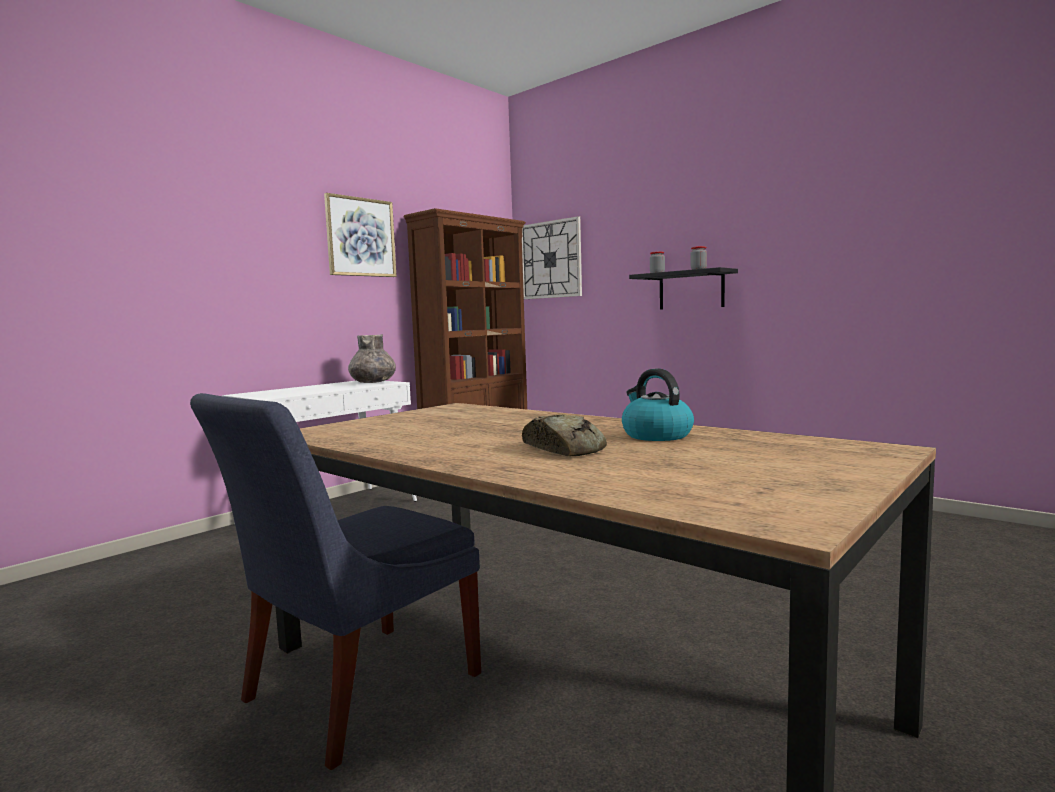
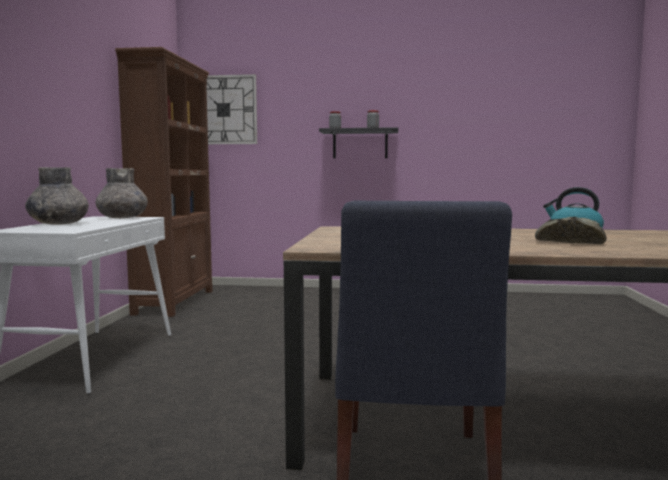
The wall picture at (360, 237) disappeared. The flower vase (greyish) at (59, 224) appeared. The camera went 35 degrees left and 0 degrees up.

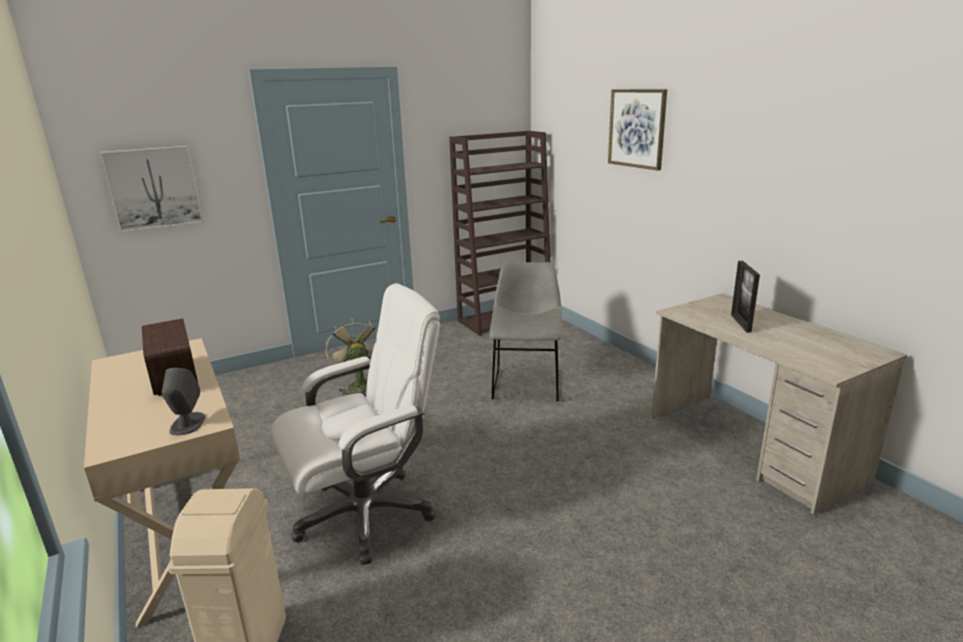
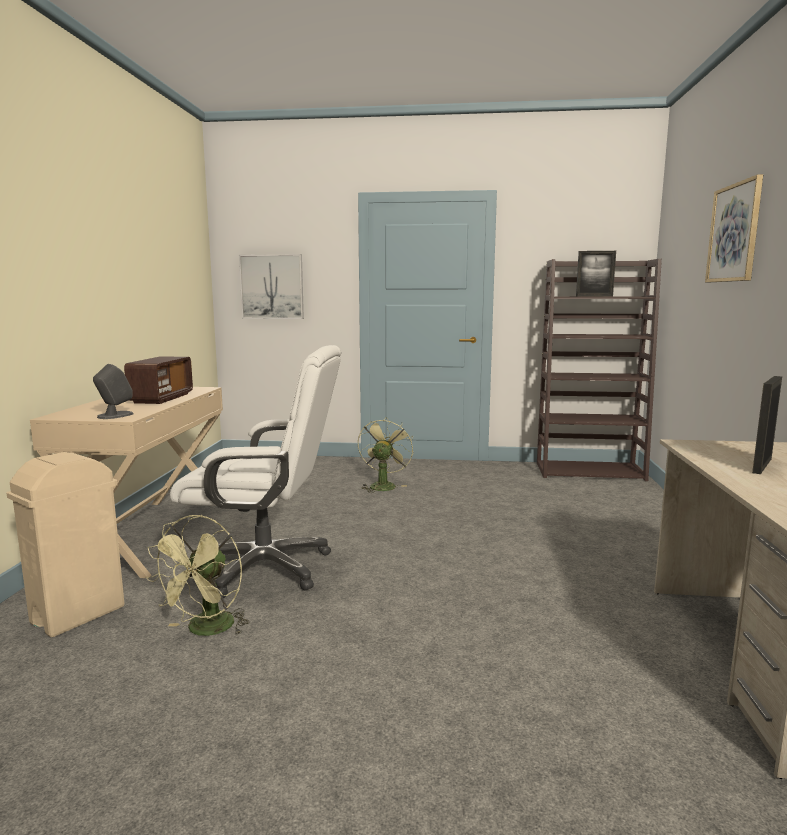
The upright chair (greyish) at (526, 383) disappeared. The electric fan (green-coloured) at (206, 630) appeared. The photo frame at (594, 296) appeared. The camera went 35 degrees right and 10 degrees down.

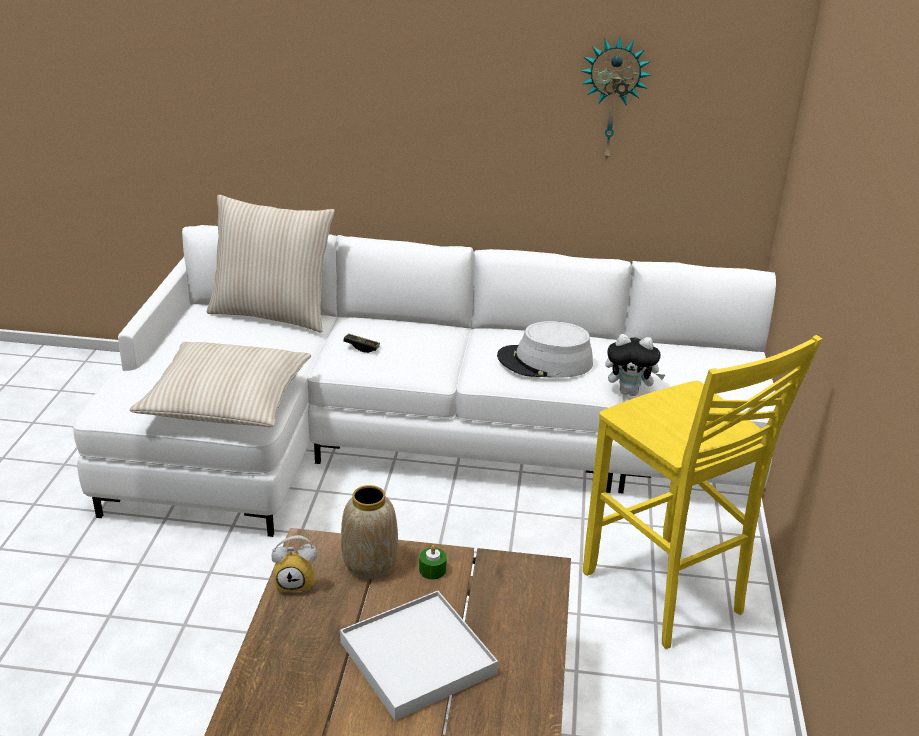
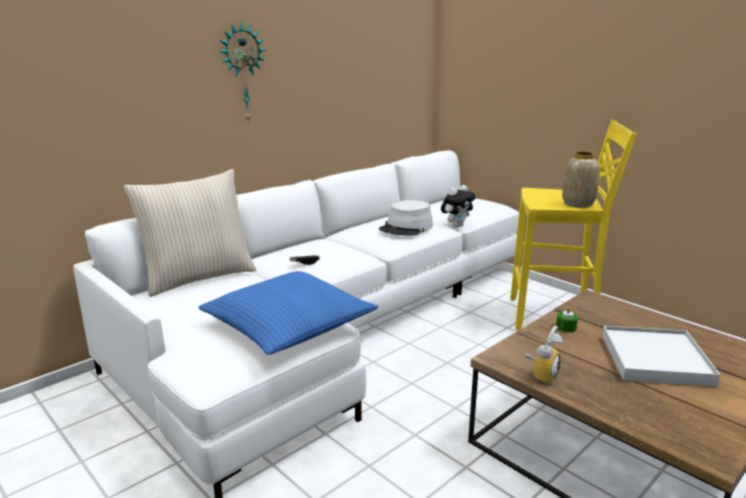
The throw pillow (sand-coloured) at (226, 400) became the throw pillow (blue) at (288, 325). The flower vase moved from (370, 564) to (577, 204). The wall clock moved from (612, 99) to (242, 73). The camera went 50 degrees left and 10 degrees down.

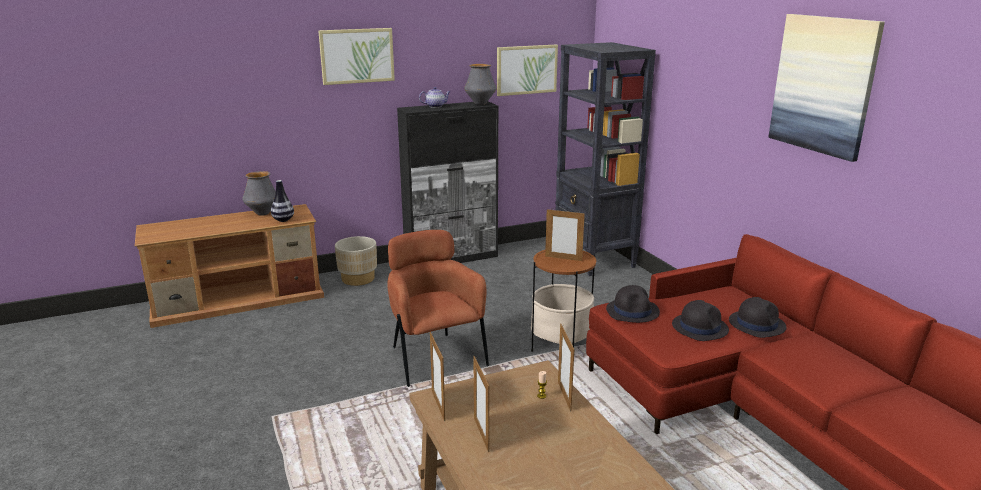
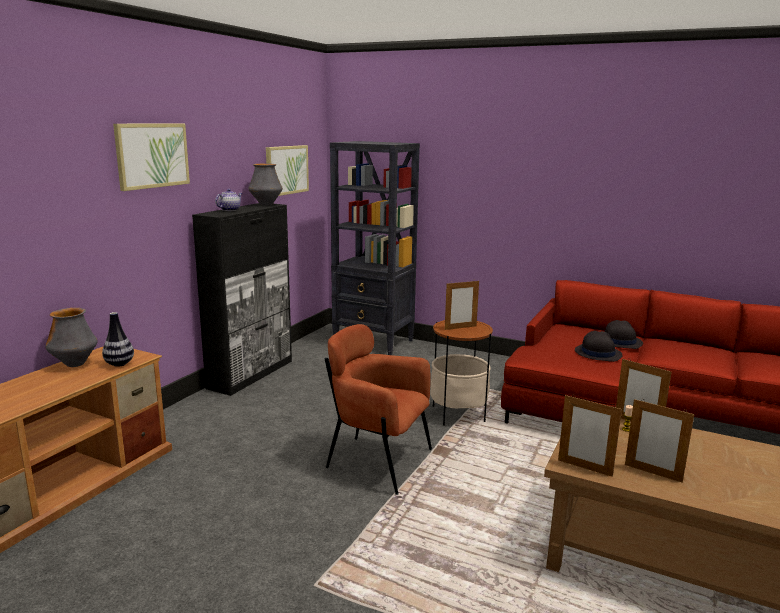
The flower pot (sand-coloured) at (358, 279) disappeared. The wearable hat (black) at (632, 311) disappeared. The wall picture at (823, 85) disappeared. The camera went 40 degrees left and 5 degrees down.

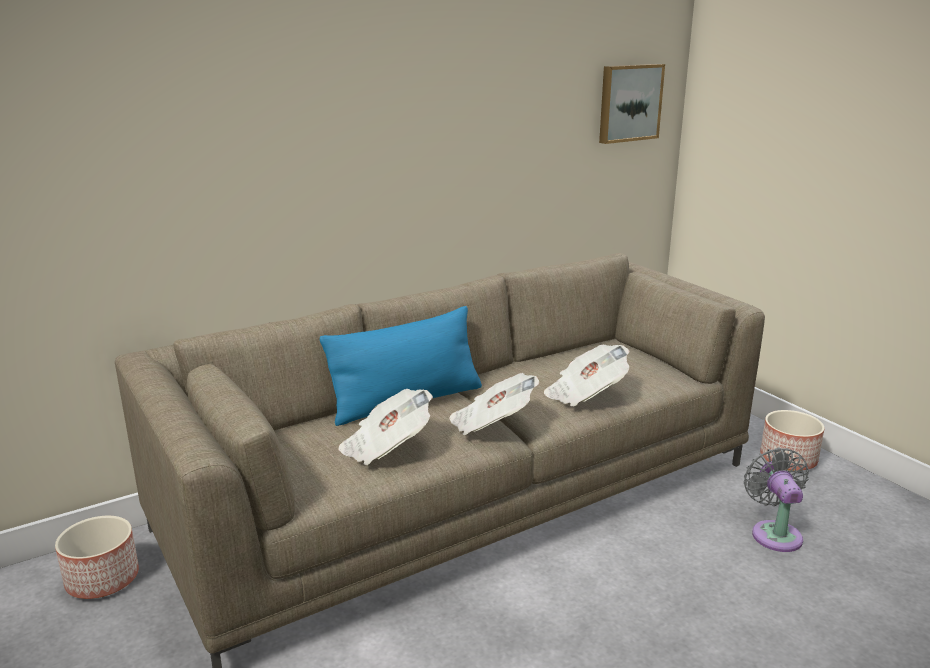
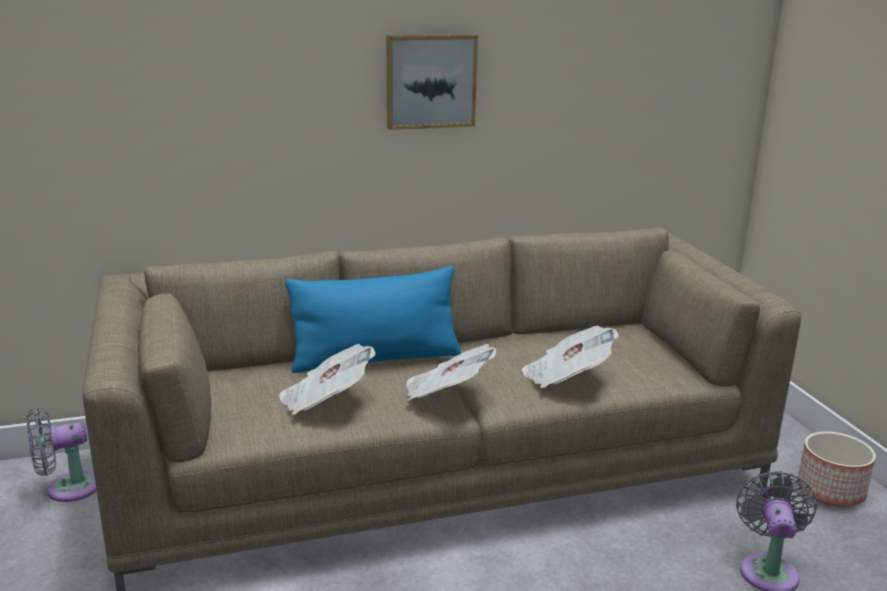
The flower pot at (103, 580) was replaced by the electric fan (greyish) at (67, 488). The wall picture moved from (629, 103) to (430, 81). The camera went 15 degrees right and 0 degrees up.

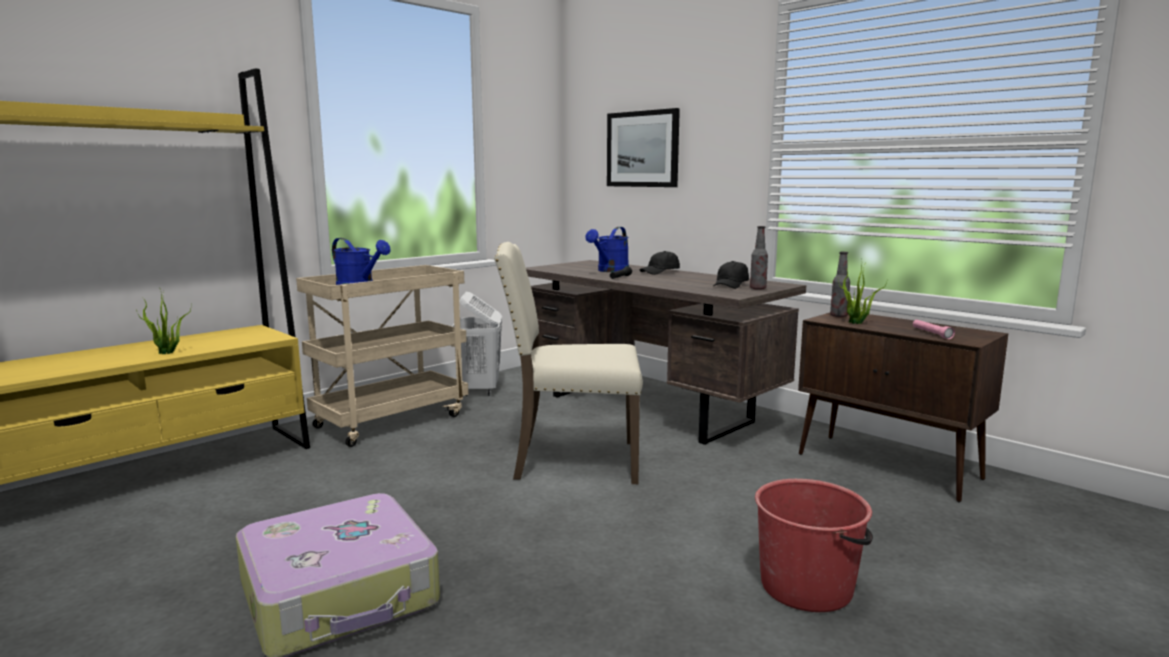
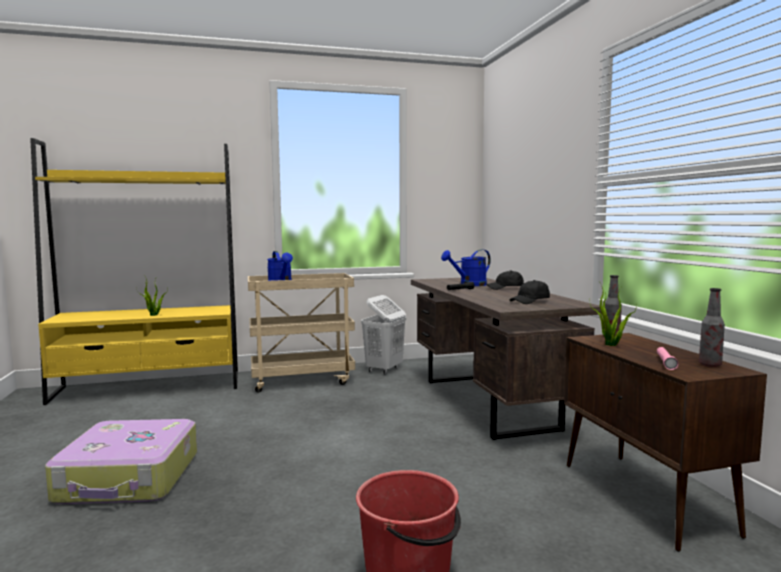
The upright chair (sand-coloured) at (573, 461) disappeared. The wall picture at (642, 149) disappeared. The beverage bottle moved from (758, 288) to (710, 365). The camera went 30 degrees right and 5 degrees down.

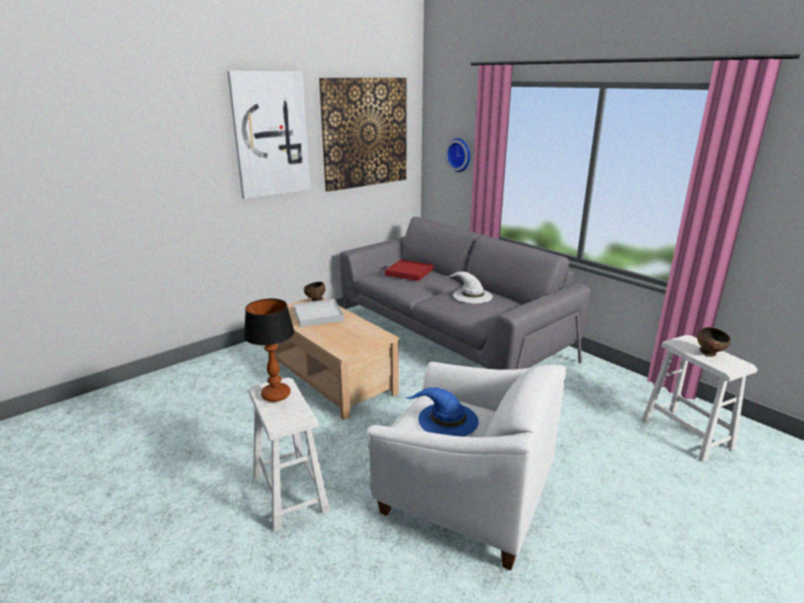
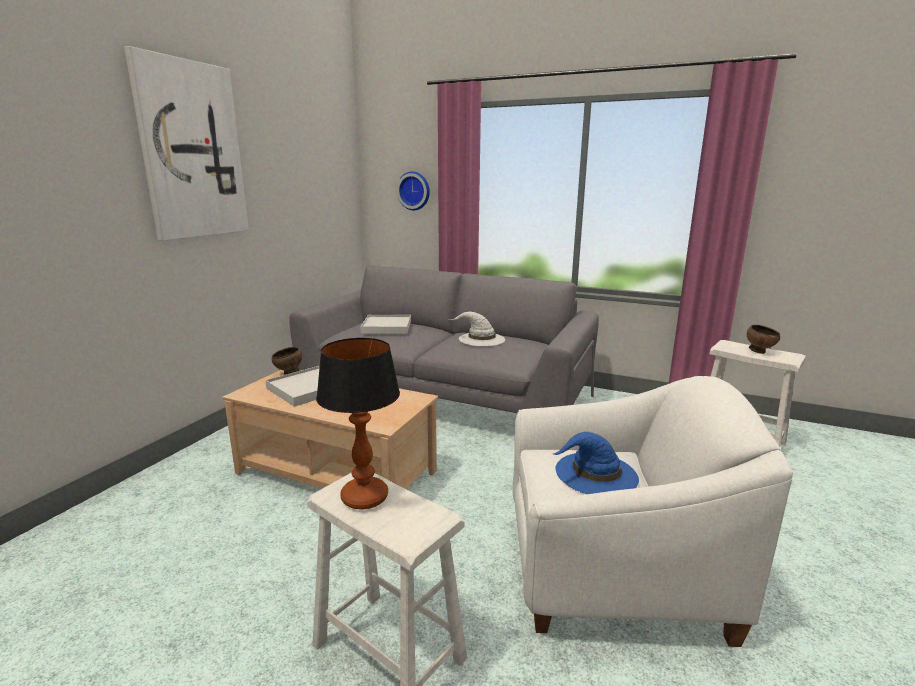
The wall picture at (365, 133) disappeared. The tray (red) at (409, 272) became the tray (whitish) at (387, 327). The camera went 25 degrees left and 5 degrees down.

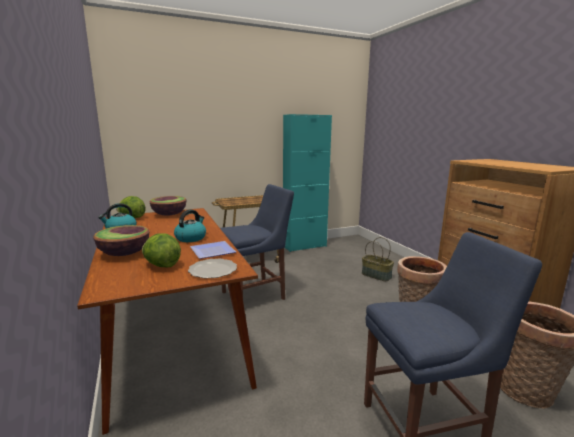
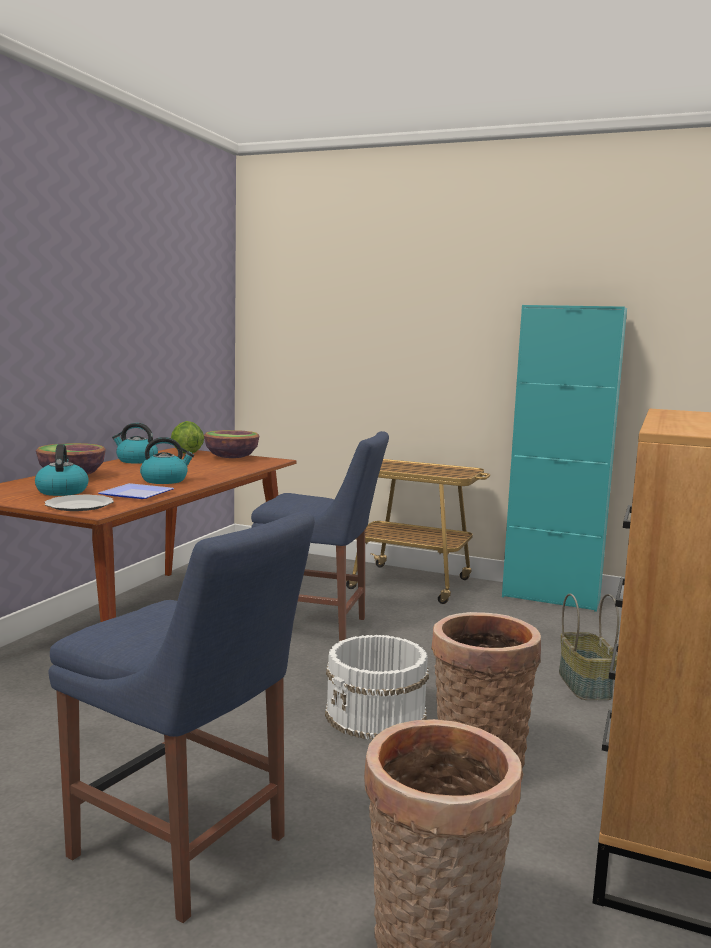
The lettuce head at (162, 265) was replaced by the kettle at (62, 491). The water bucket (whitish) at (376, 714) appeared. The camera went 45 degrees right and 5 degrees down.

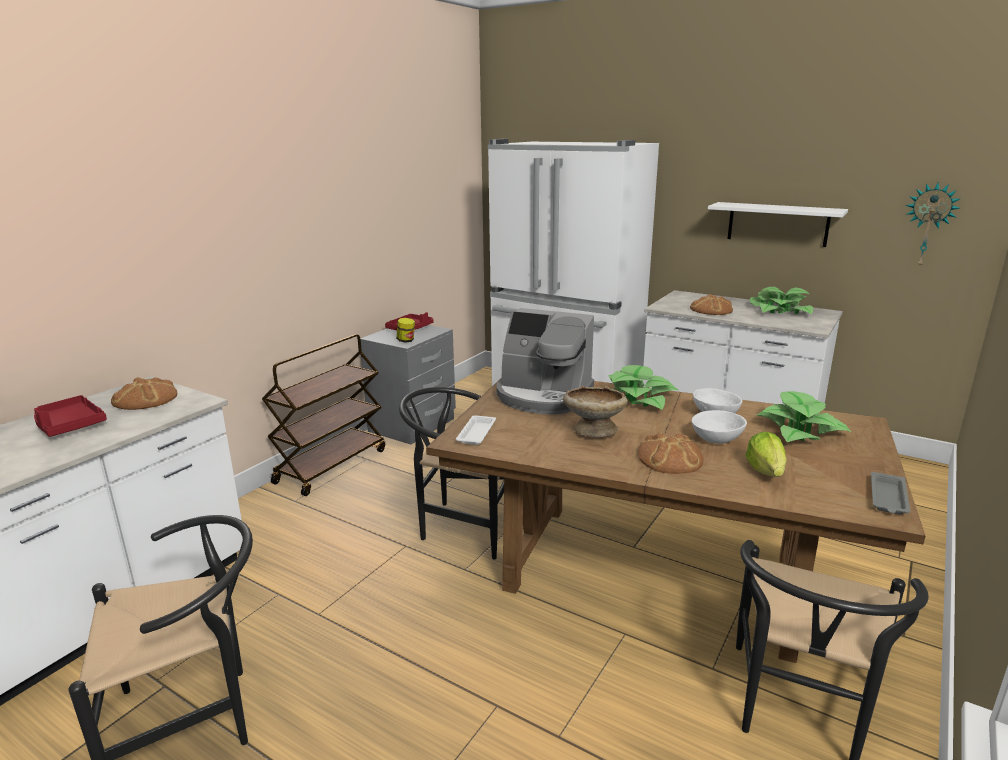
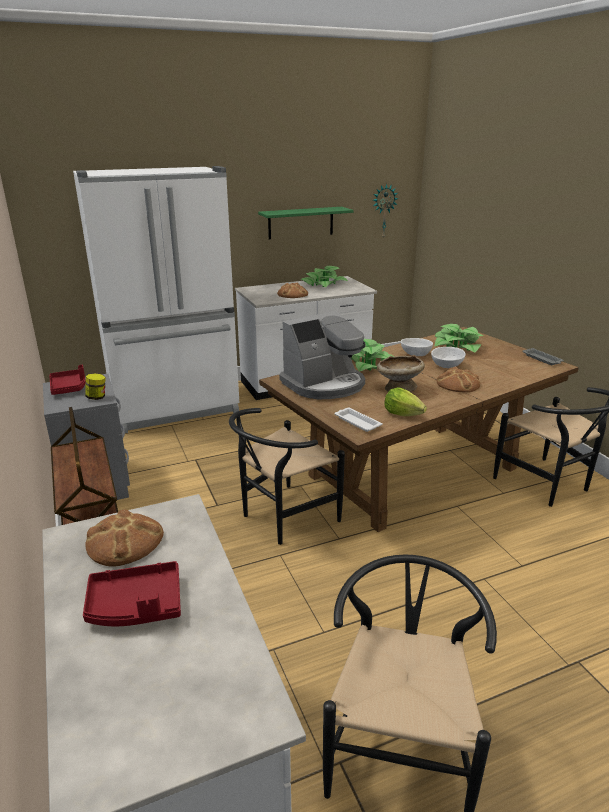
The wall shelf (whitish) at (777, 224) became the wall shelf (green-coloured) at (301, 223). The lettuce head moved from (766, 471) to (402, 414). The camera went 55 degrees left and 5 degrees up.

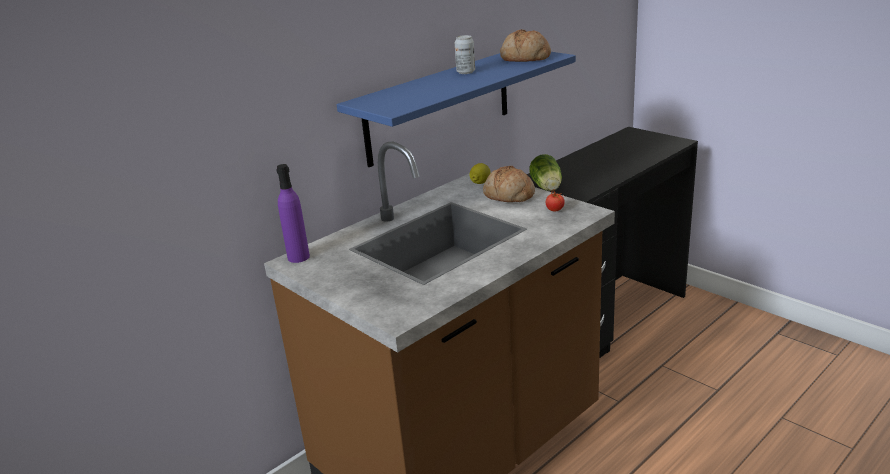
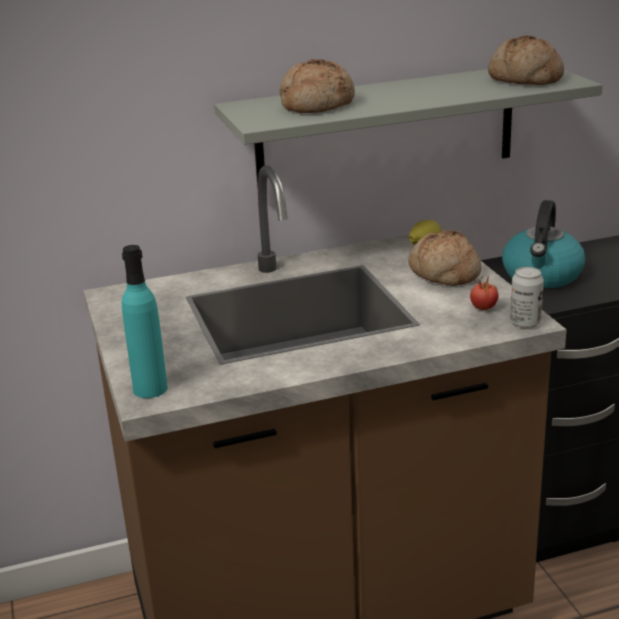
The beverage bottle (purple-coloured) at (298, 257) disappeared. The wall shelf (blue) at (439, 106) became the wall shelf (greyish) at (387, 129). The metal can moved from (466, 72) to (525, 323). The lettuce head at (547, 188) was replaced by the kettle at (542, 276). The beverage bottle (turquoise) at (150, 389) appeared. The bread at (316, 104) appeared. The camera went 25 degrees right and 0 degrees up.

